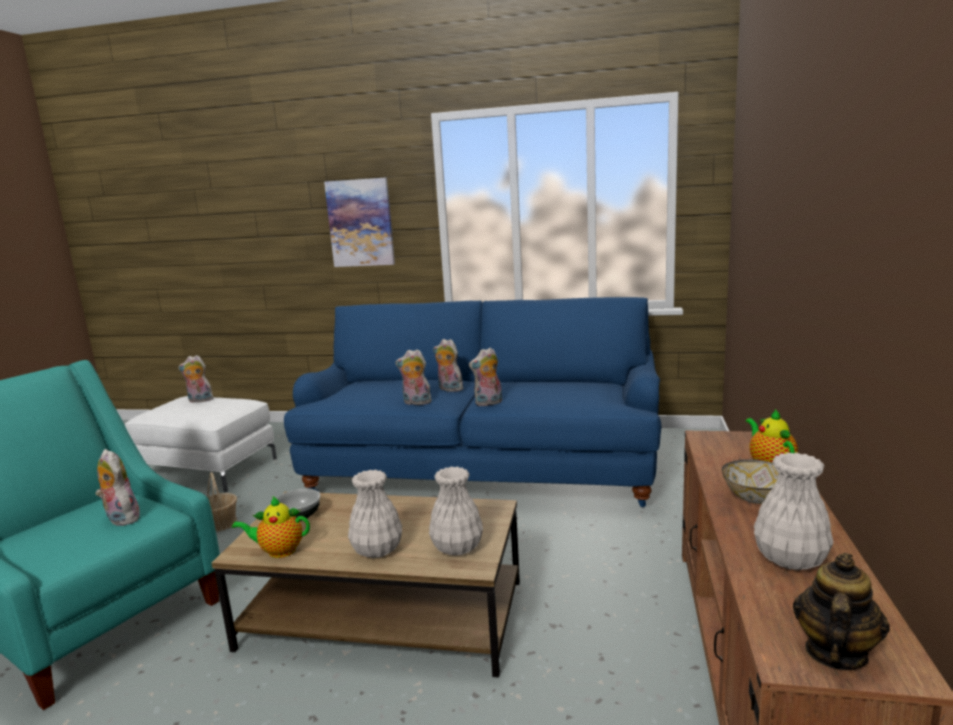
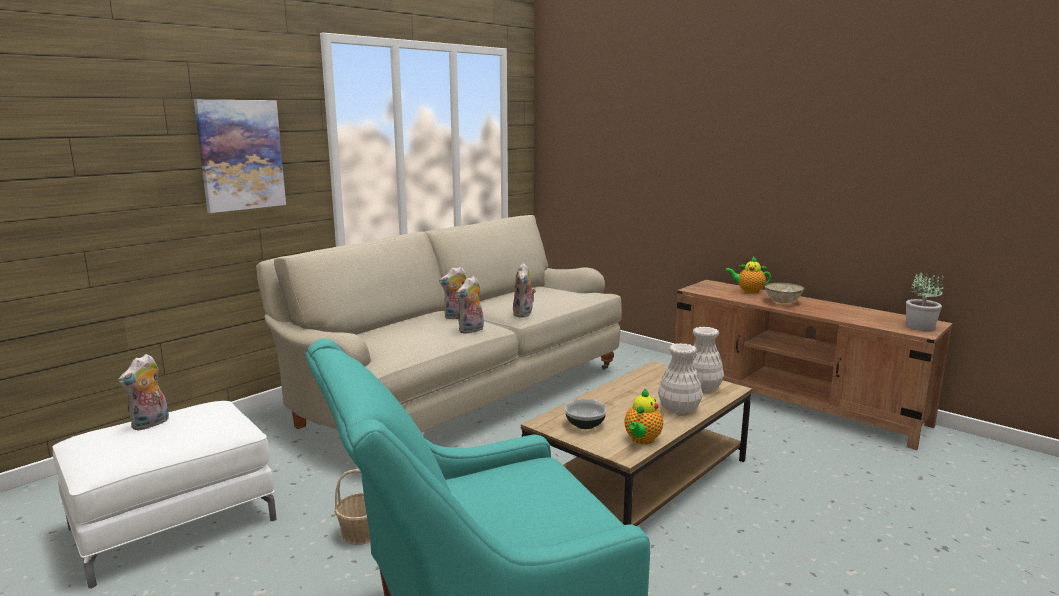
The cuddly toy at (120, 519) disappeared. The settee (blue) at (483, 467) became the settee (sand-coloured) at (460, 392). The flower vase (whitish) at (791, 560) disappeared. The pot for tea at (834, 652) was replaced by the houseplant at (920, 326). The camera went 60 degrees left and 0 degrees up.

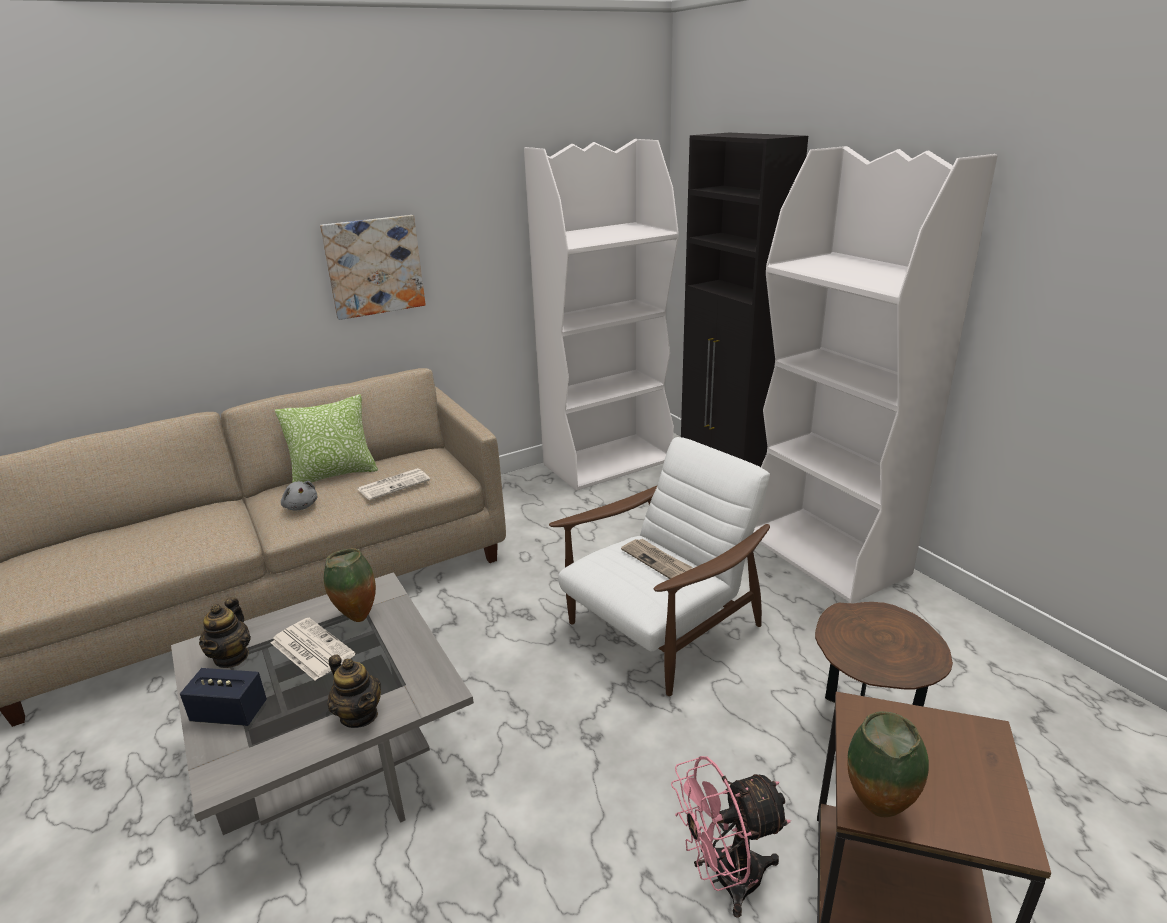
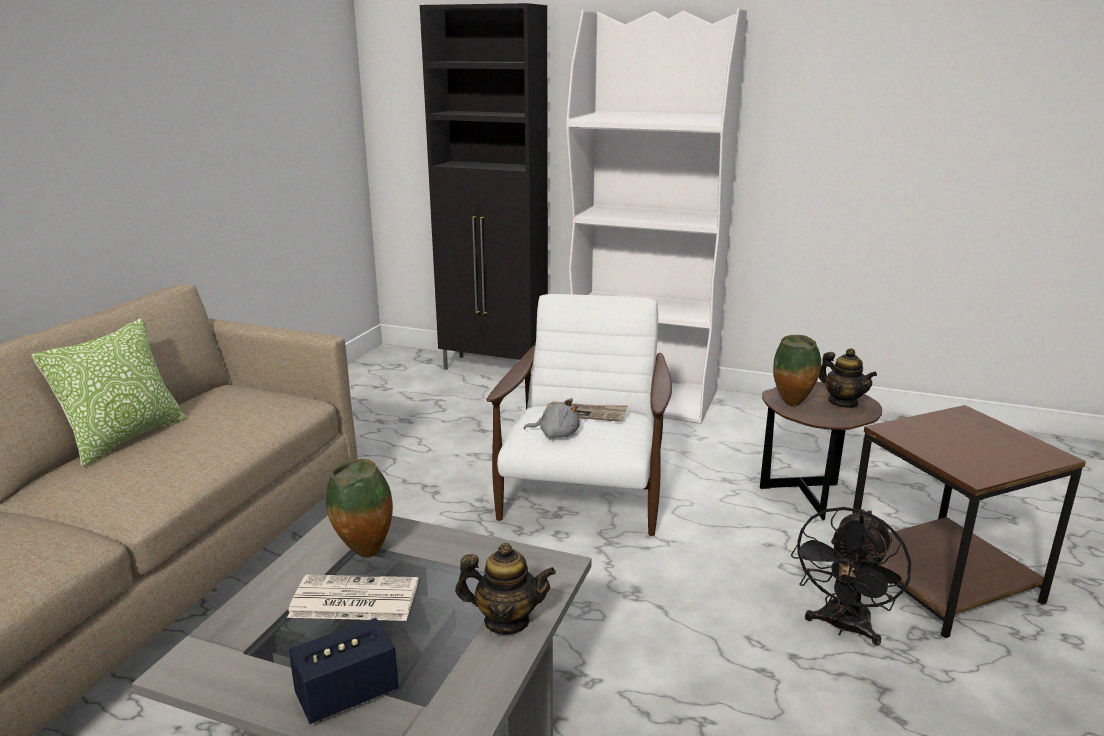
The pot for tea moved from (232, 657) to (843, 403). The cuddly toy (greyish) moved from (301, 506) to (556, 434). The wall picture at (374, 266) disappeared. The newspaper at (394, 484) disappeared. The bookcase (whitish) at (608, 462) disappeared. The electric fan (pink-coloured) at (725, 878) became the electric fan (black) at (843, 627). The flower vase moved from (877, 812) to (792, 405). The camera went 40 degrees left and 5 degrees down.

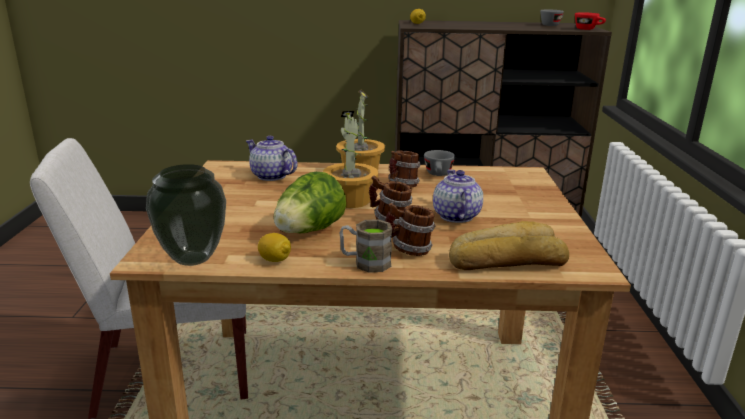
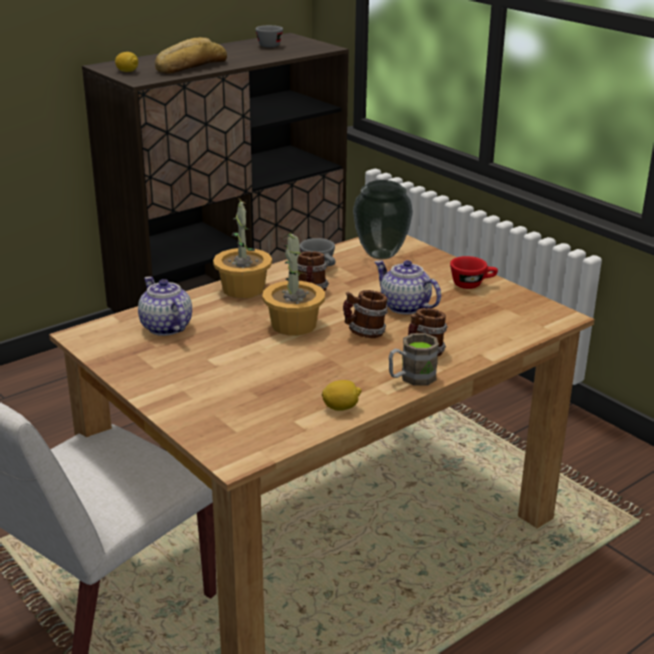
The flower vase moved from (194, 259) to (382, 255). The pot for tea at (271, 176) turned 60 degrees clockwise. The lettuce head at (309, 231) disappeared. The bread moved from (506, 260) to (189, 66). The small cup (red) moved from (588, 29) to (472, 284). The camera went 40 degrees left and 5 degrees up.

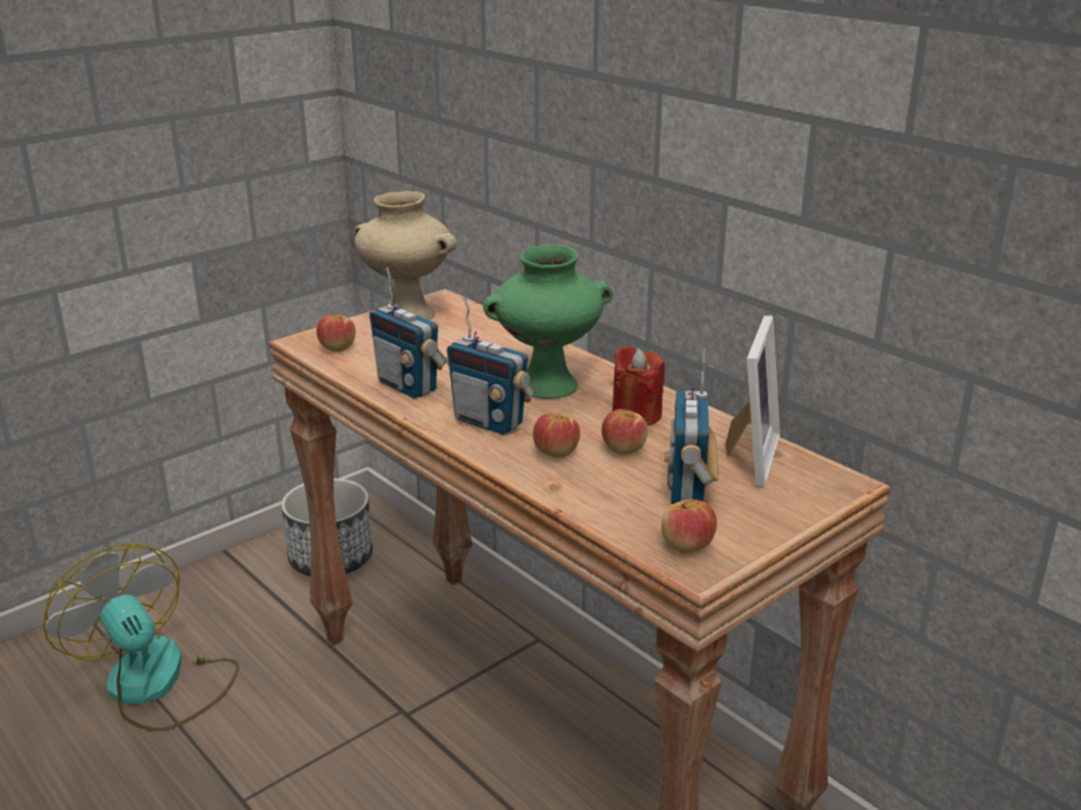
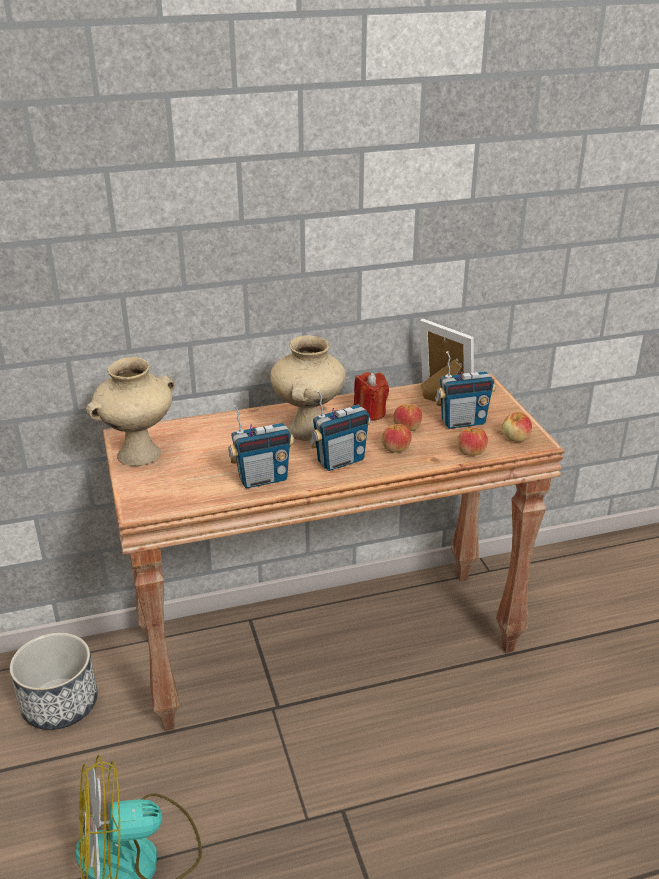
The apple fruit moved from (337, 347) to (470, 452). The flower vase (green-coloured) at (546, 387) became the flower vase (sand-coloured) at (309, 430). The radio set at (688, 489) turned 45 degrees counterclockwise. The camera went 65 degrees left and 5 degrees up.

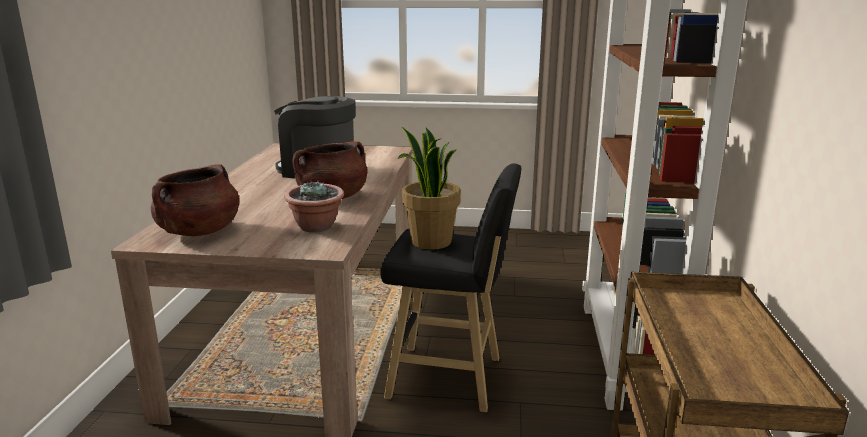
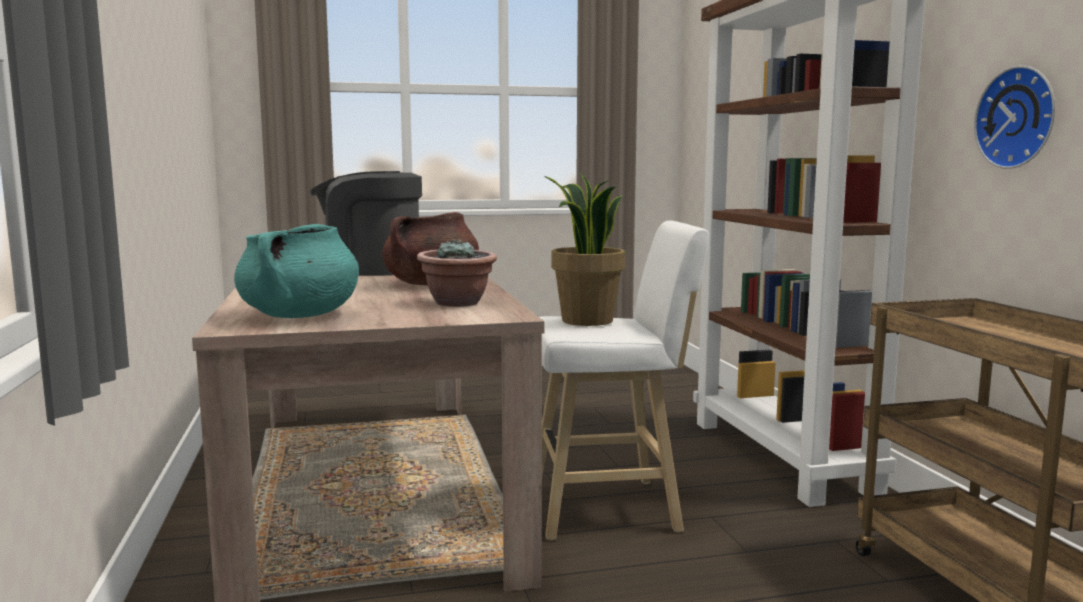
The stockpot (brown) at (199, 231) became the stockpot (turquoise) at (300, 316). The stool (black) at (451, 379) became the stool (whitish) at (611, 508). The wall clock at (1019, 117) appeared. The camera went 20 degrees left and 10 degrees down.

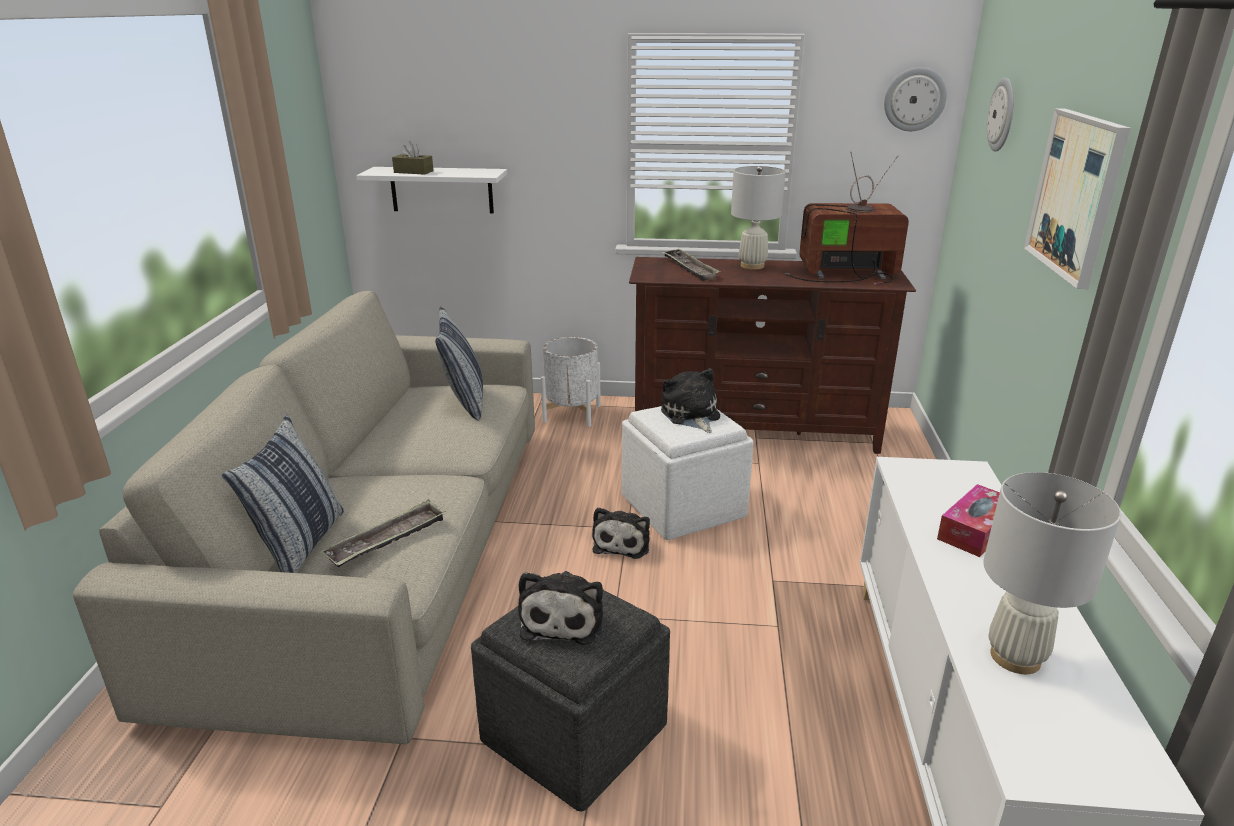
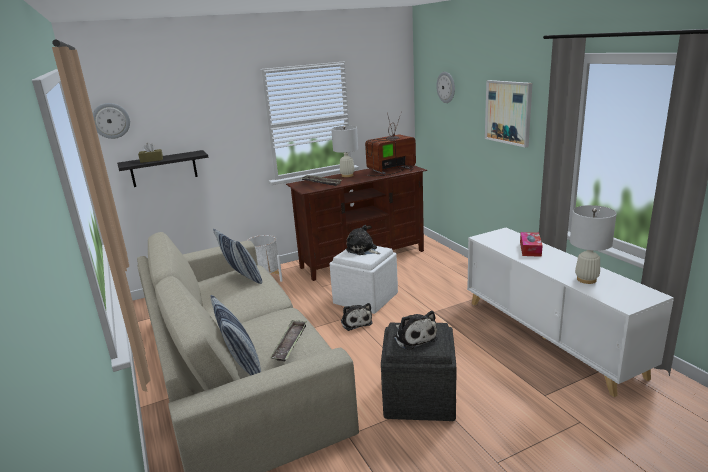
The wall shelf (whitish) at (441, 190) became the wall shelf (black) at (163, 169). The wall clock moved from (914, 99) to (111, 120). The camera went 30 degrees left and 5 degrees down.

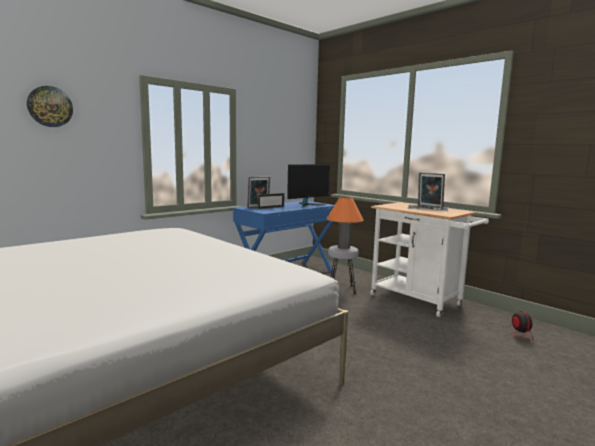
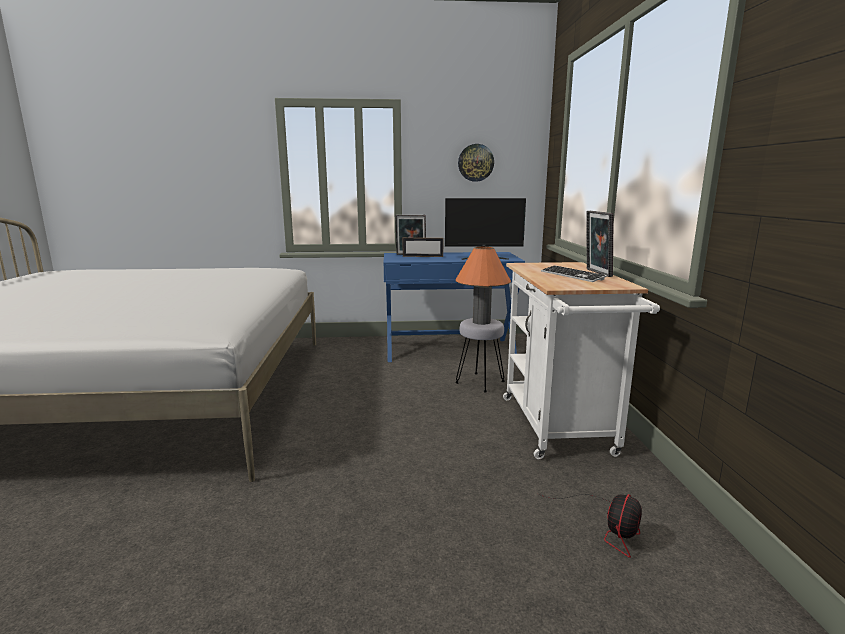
The wall clock moved from (50, 106) to (475, 162). The camera went 40 degrees right and 5 degrees up.

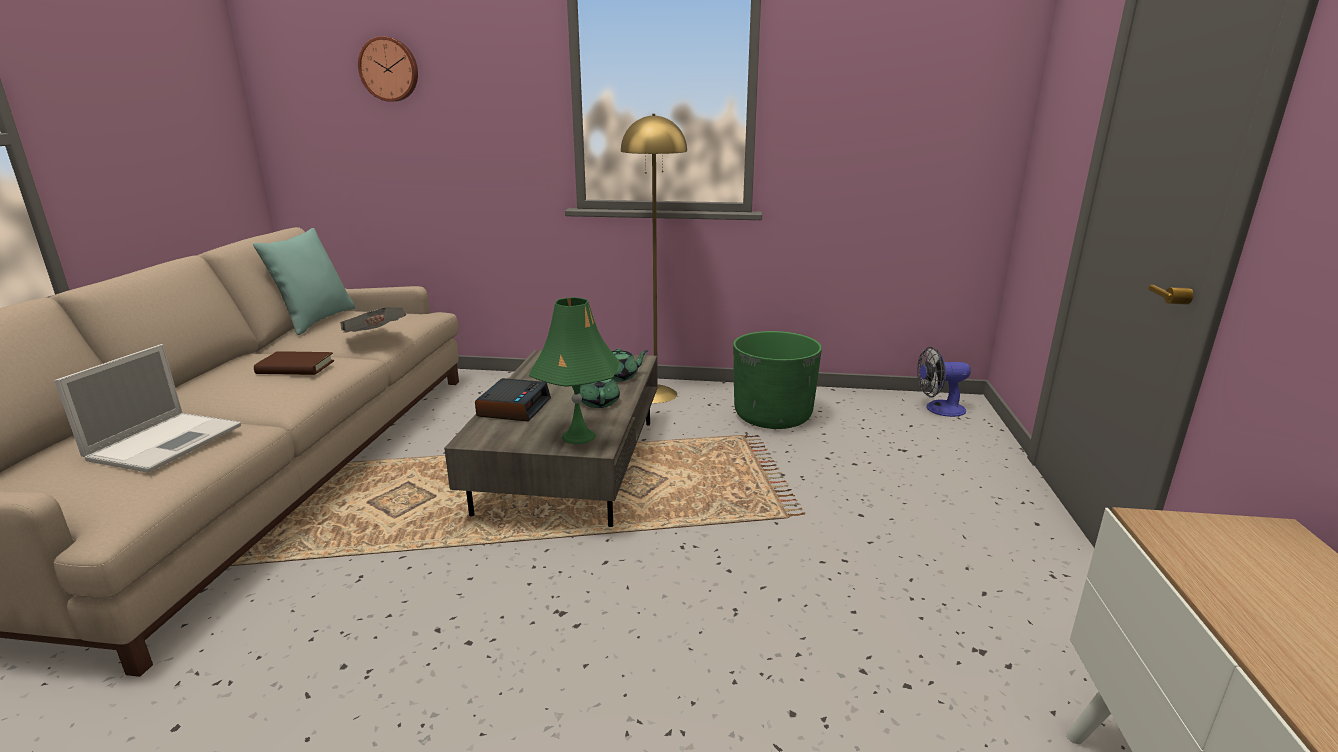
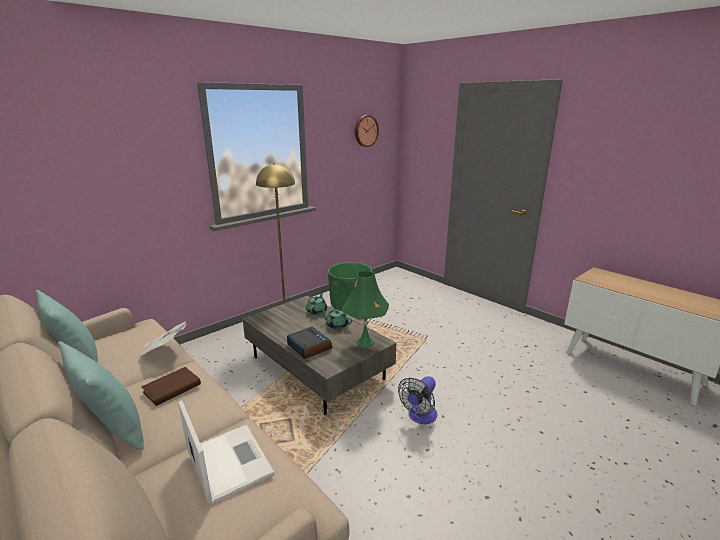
The wall clock moved from (389, 69) to (365, 131). The electric fan moved from (938, 409) to (420, 417). The throw pillow (turquoise) at (112, 430) appeared. The camera went 50 degrees left and 0 degrees up.

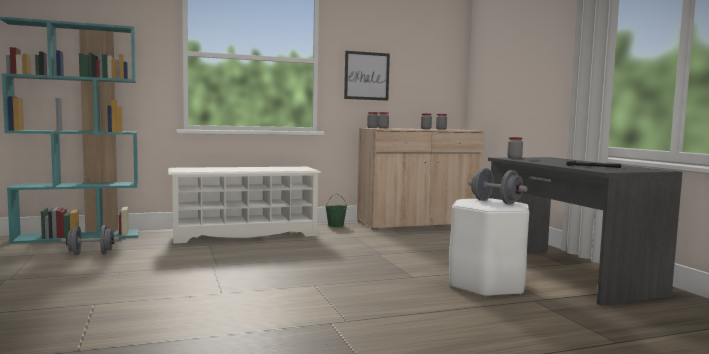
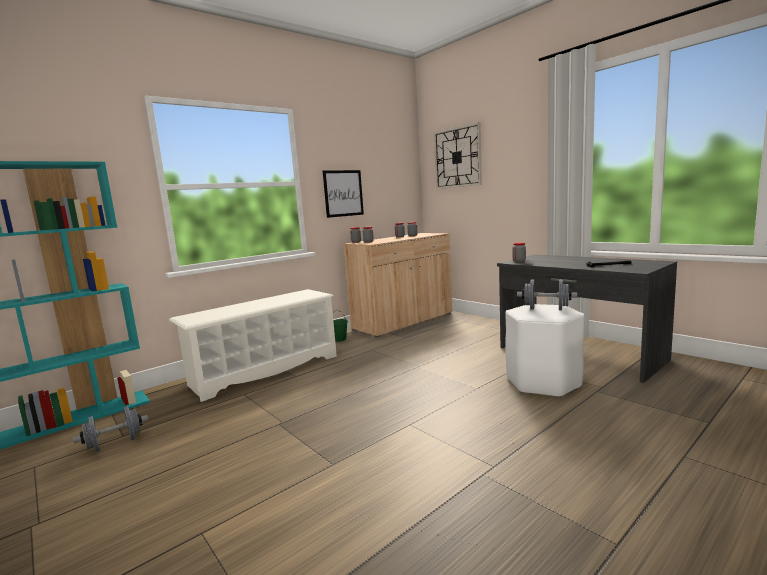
The wall clock at (457, 157) appeared. The camera went 20 degrees left and 5 degrees up.

